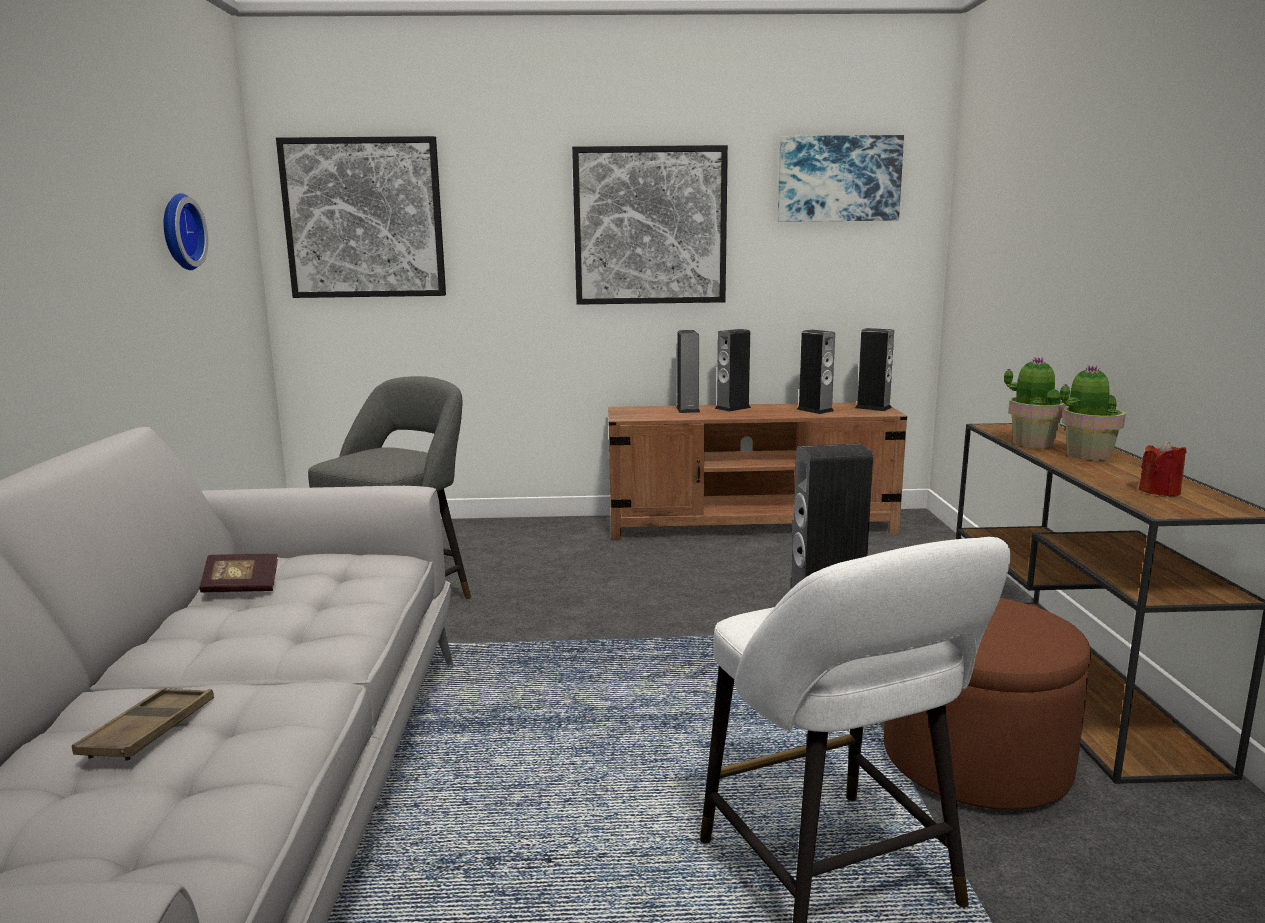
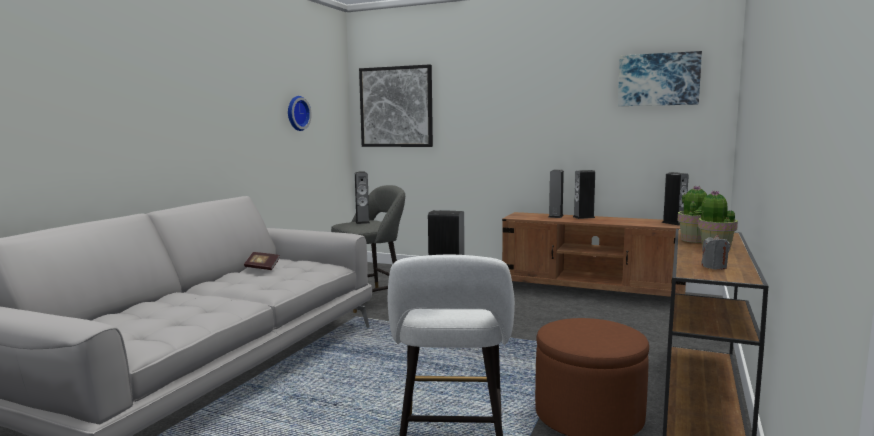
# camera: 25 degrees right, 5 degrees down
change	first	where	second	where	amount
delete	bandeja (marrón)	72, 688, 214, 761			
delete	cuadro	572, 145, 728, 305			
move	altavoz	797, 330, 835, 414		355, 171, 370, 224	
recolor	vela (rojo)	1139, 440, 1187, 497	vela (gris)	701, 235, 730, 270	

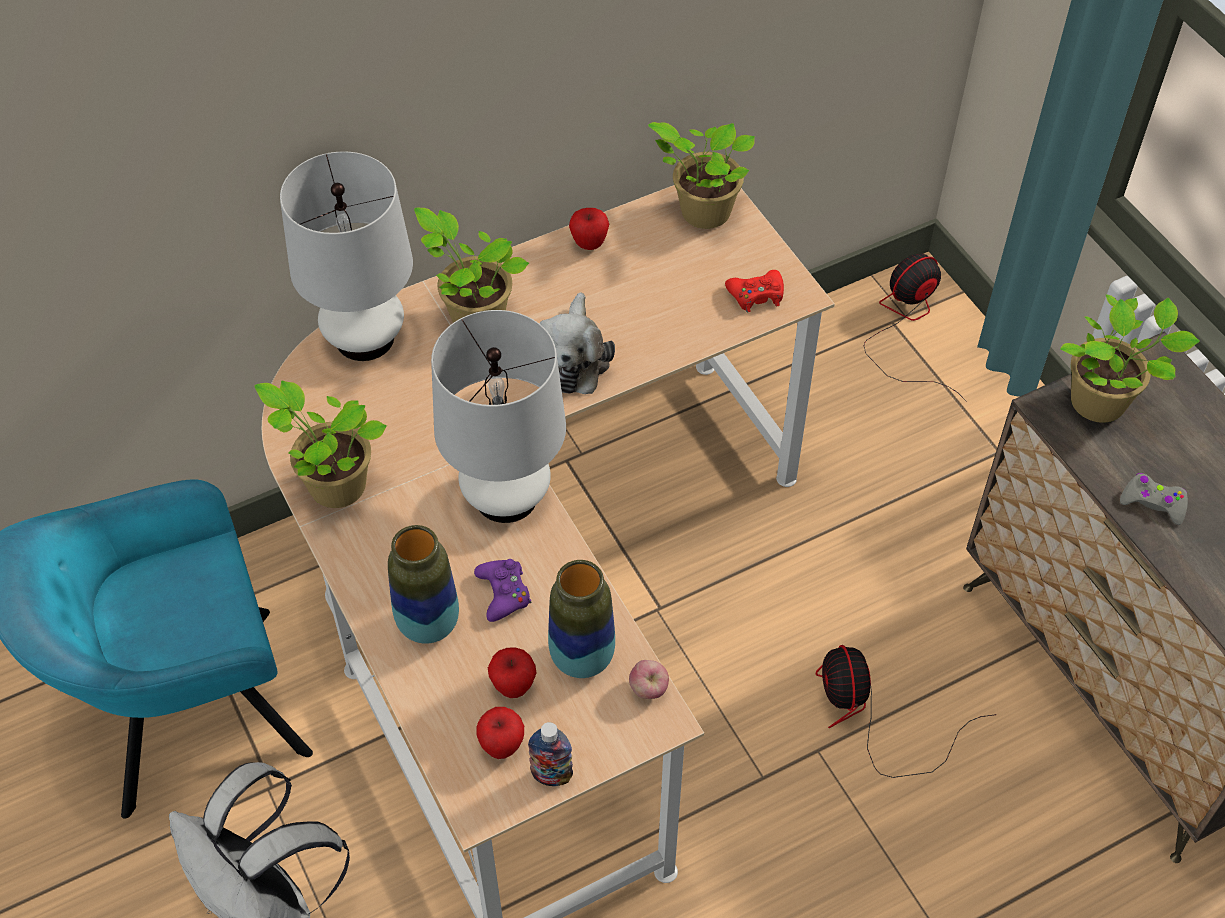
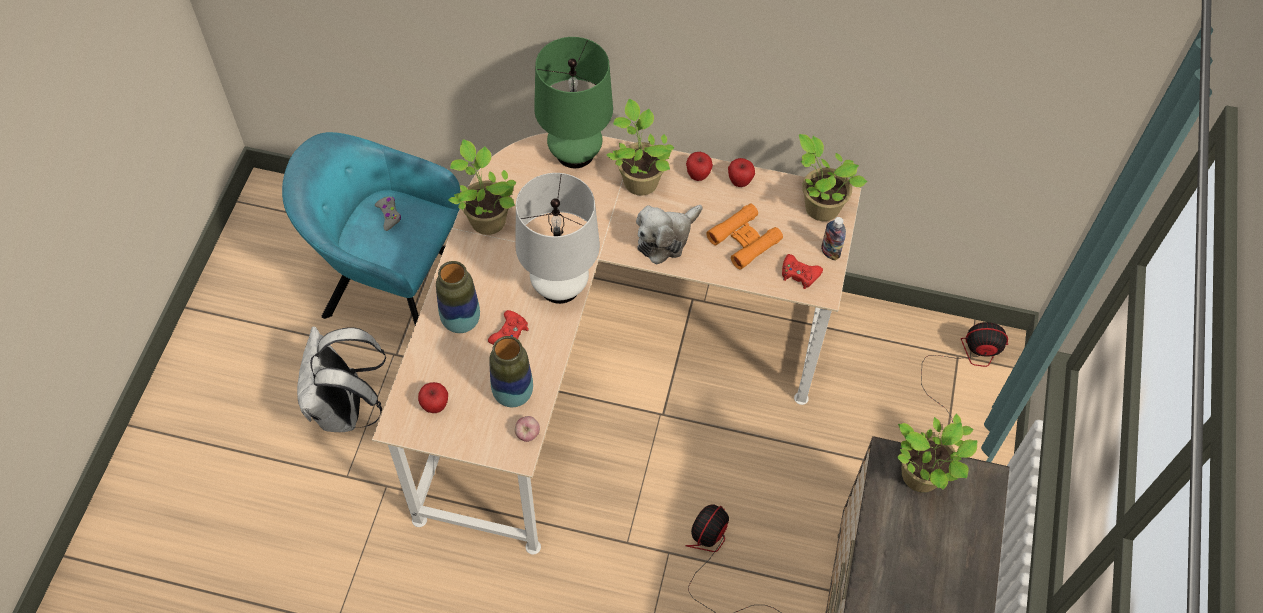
# camera: 40 degrees right, 5 degrees up
change	first	where	second	where	amount
insert			prismáticos (naranja)	706, 204, 783, 270	
move	manzana	488, 648, 537, 698		686, 152, 713, 181	
move	botella	528, 722, 573, 786		821, 217, 846, 261	
move	mando de consola (gris)	1120, 473, 1188, 525		375, 196, 401, 231	
recolor	lámpara de mesa (blanco)	280, 152, 413, 361	lámpara de mesa (verde)	534, 37, 613, 168	
recolor	mando de consola (morado)	474, 559, 531, 622	mando de consola (rojo)	488, 310, 529, 345	

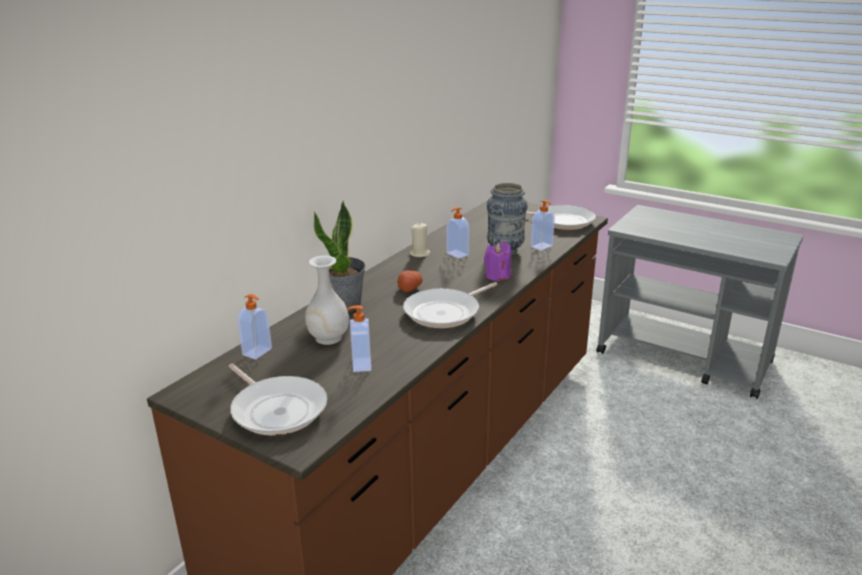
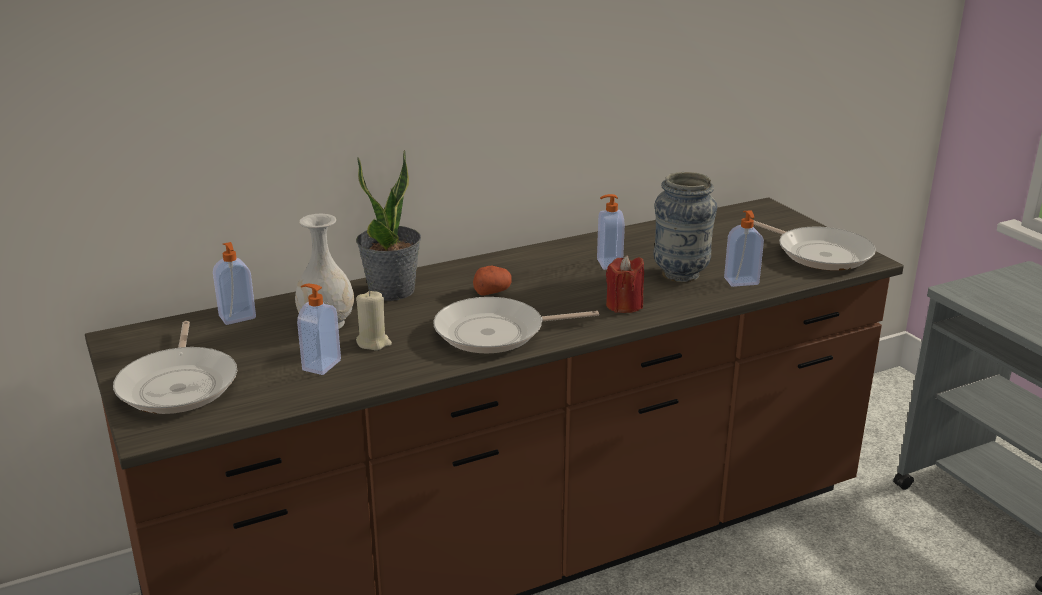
# camera: 30 degrees right, 0 degrees up
change	first	where	second	where	amount
move	vela (beis)	410, 223, 431, 257		356, 291, 392, 350	
recolor	vela (morado)	484, 242, 511, 281	vela (rojo)	606, 255, 644, 313	

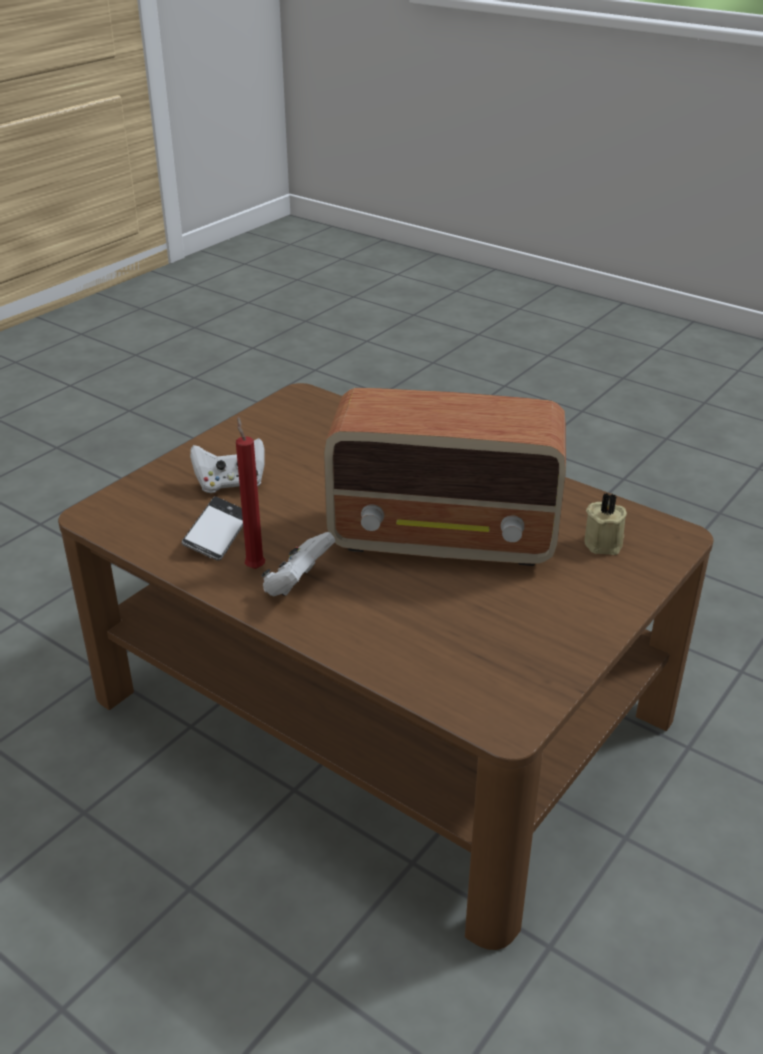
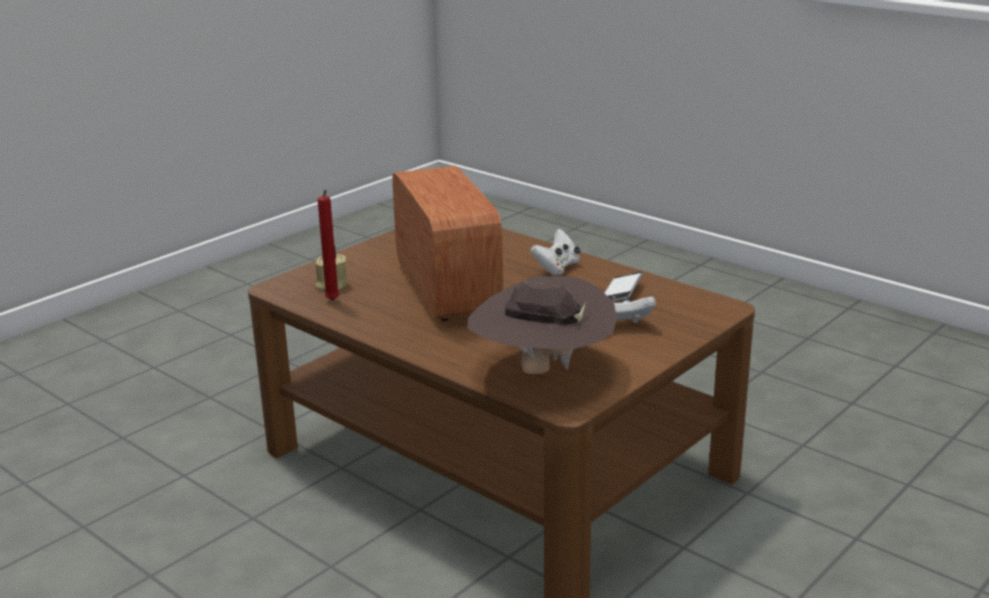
# camera: 175 degrees left, 10 degrees down
change	first	where	second	where	amount
insert			sombrero (marrón)	468, 276, 617, 374	
move	vela (rojo)	236, 417, 265, 569		317, 190, 340, 301	
rotate	radio	324, 388, 566, 566		392, 166, 503, 322	60 degrees clockwise

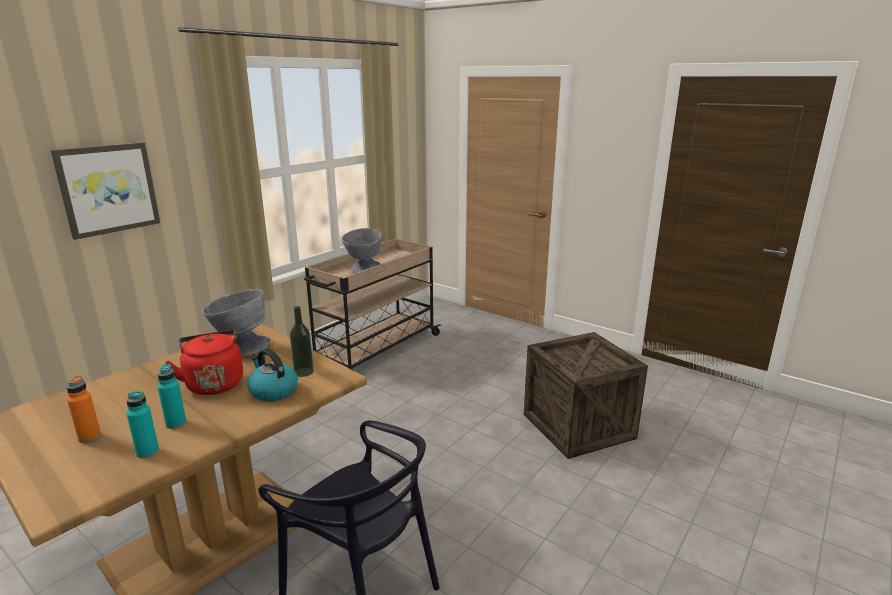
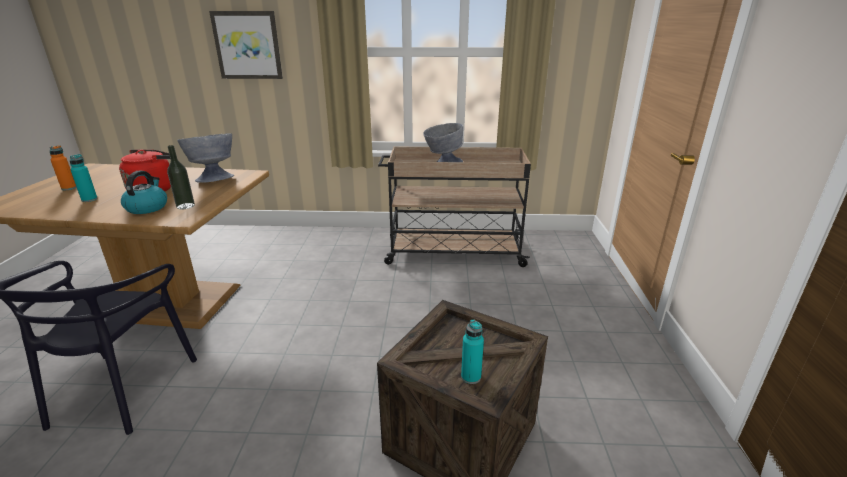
# camera: 55 degrees right, 5 degrees up
change	first	where	second	where	amount
move	botella (turquesa)	126, 391, 159, 459		461, 319, 484, 384	

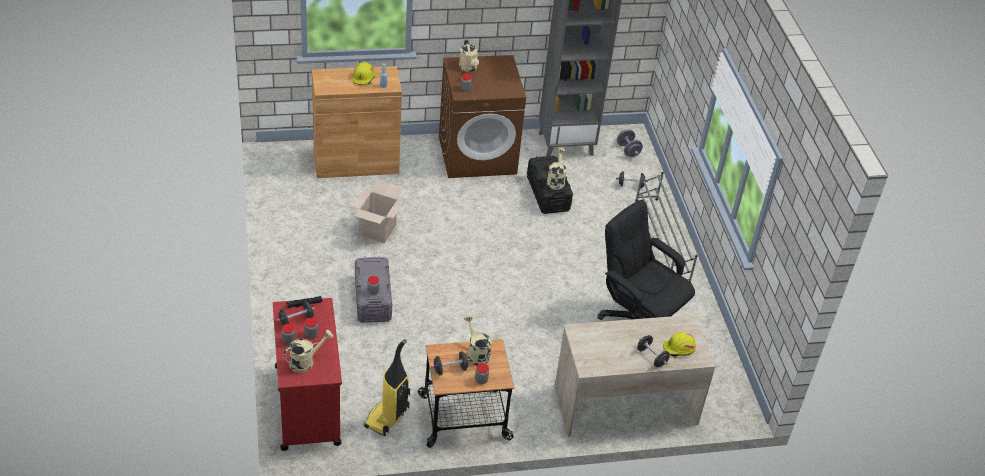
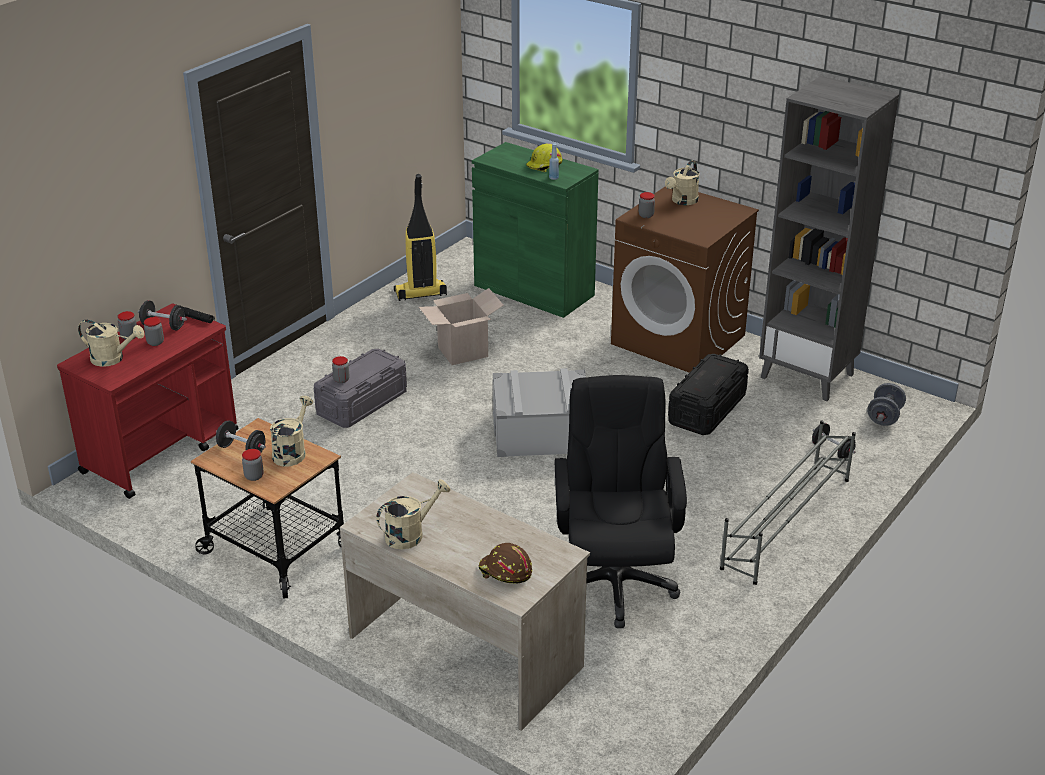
# camera: 50 degrees right, 10 degrees down
change	first	where	second	where	amount
delete	mancuerna (negro)	637, 335, 670, 367			
insert			caja de almacenaje (gris)	493, 368, 586, 457	
move	aspiradora	364, 339, 410, 436		394, 174, 447, 301	
move	regadera (beis)	547, 148, 567, 190		376, 479, 450, 549	
recolor	armario (marrón)	312, 66, 402, 178	armario (verde)	472, 142, 599, 318	
recolor	casco (amarillo)	663, 332, 696, 358	casco (marrón)	479, 543, 532, 583	

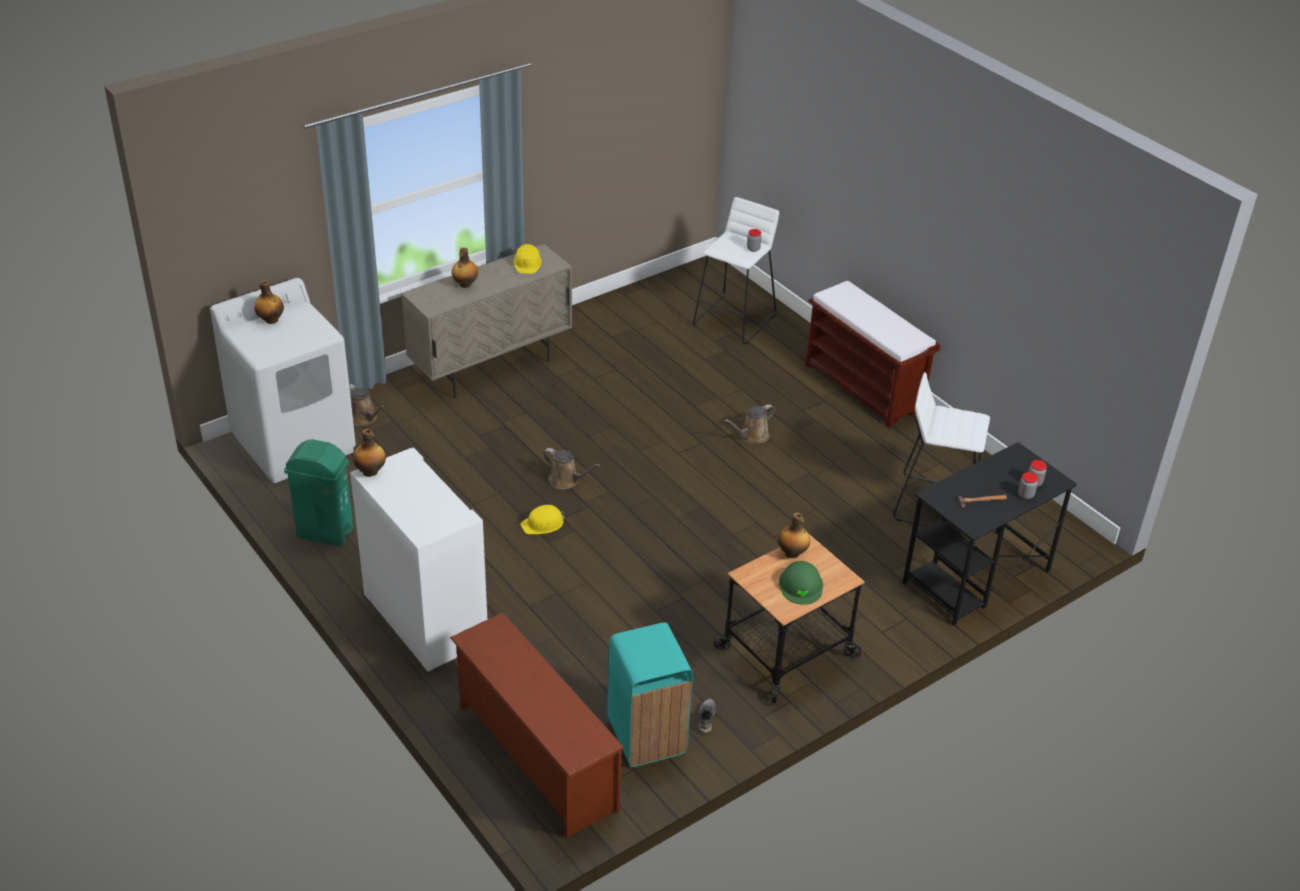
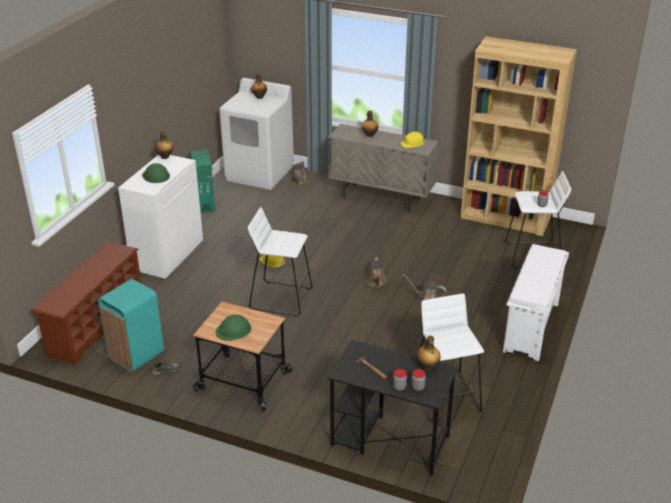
# camera: 60 degrees right, 5 degrees down
change	first	where	second	where	amount
insert			casco (verde)	142, 163, 170, 183	
insert			taburete (blanco)	248, 207, 313, 316	
insert			estantería (marrón)	461, 36, 577, 236	
move	regadera (marrón)	543, 448, 601, 489		366, 257, 386, 287	
move	botella	778, 513, 810, 558		416, 335, 440, 370	
recolor	banco (marrón)	805, 281, 940, 428	banco (blanco)	503, 244, 569, 361	

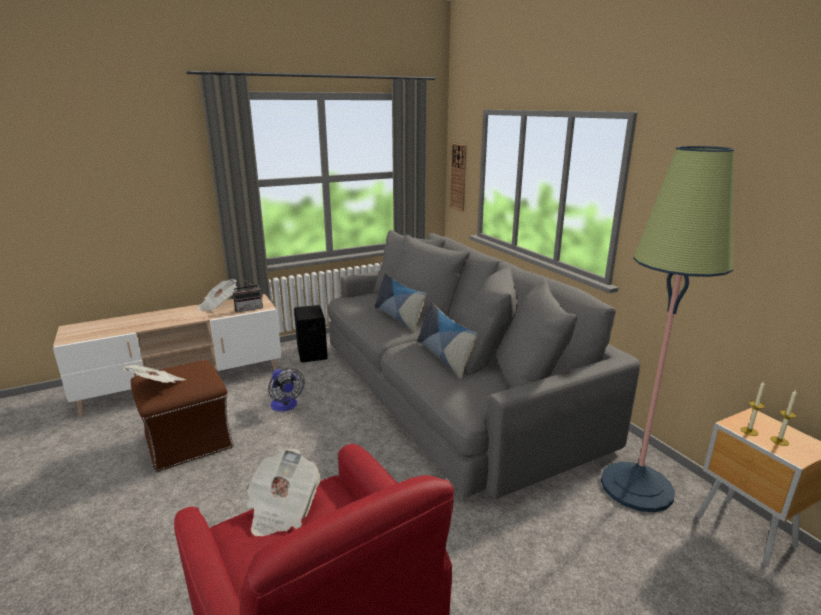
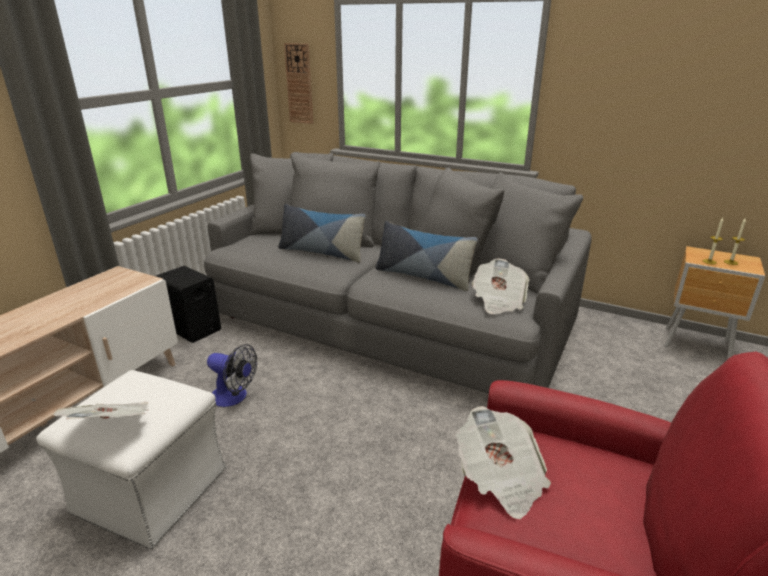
# camera: 35 degrees left, 5 degrees up
change	first	where	second	where	amount
delete	radio	233, 278, 263, 312			
delete	lámpara de pie	601, 146, 734, 512			
move	periódico	197, 279, 238, 311		472, 258, 530, 314	
recolor	puf (marrón)	131, 360, 234, 472	puf (blanco)	36, 370, 226, 550	

